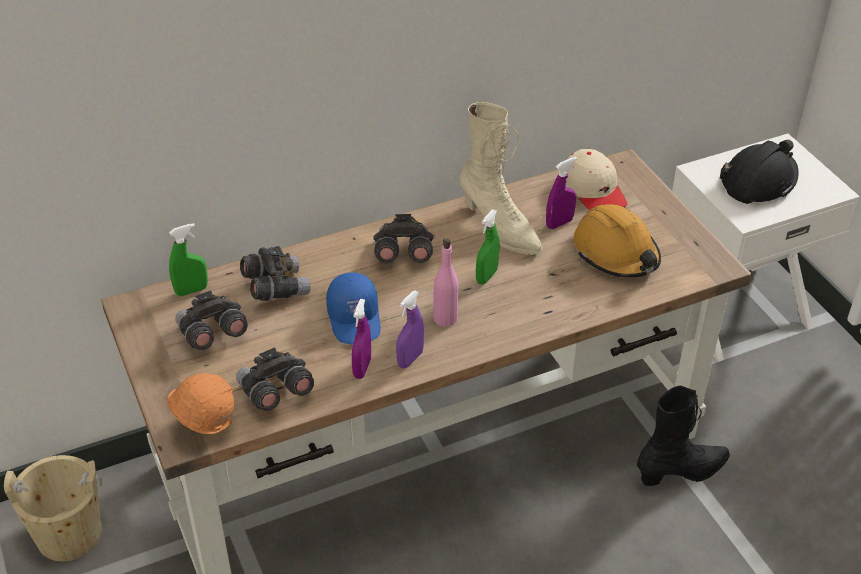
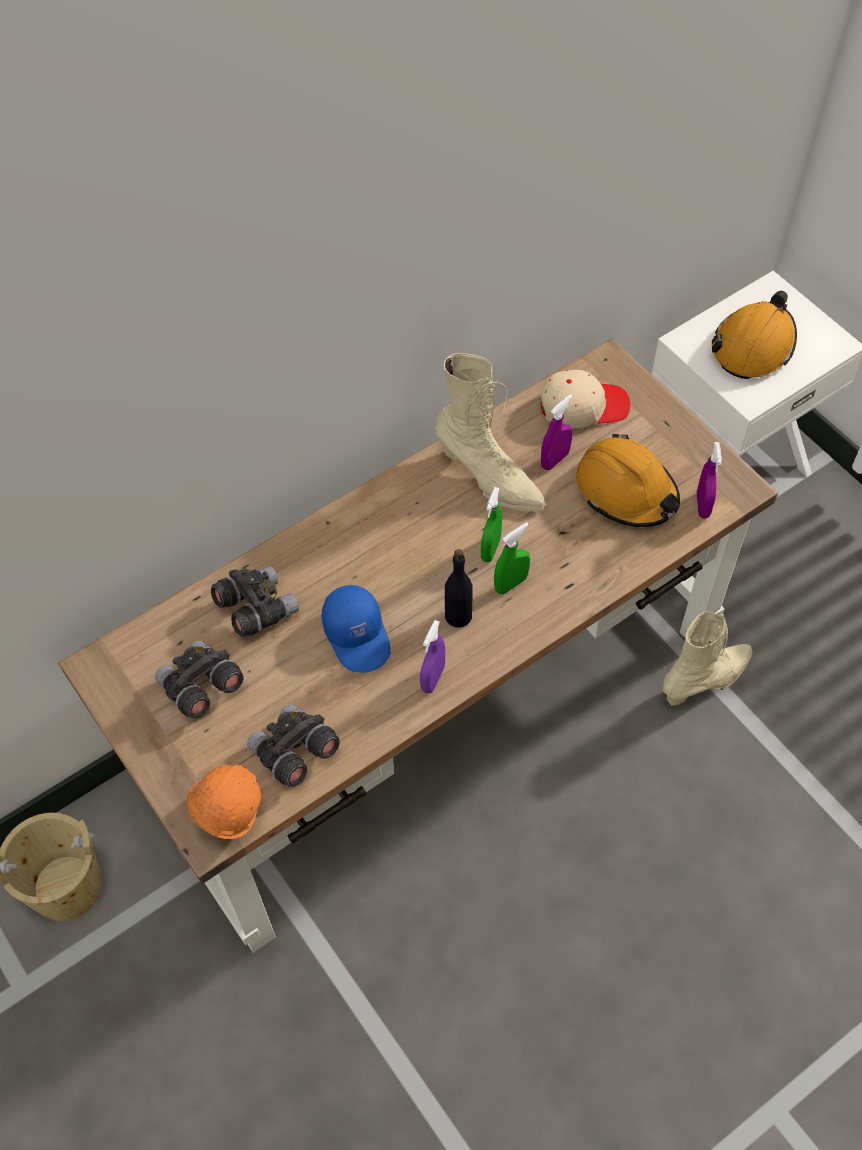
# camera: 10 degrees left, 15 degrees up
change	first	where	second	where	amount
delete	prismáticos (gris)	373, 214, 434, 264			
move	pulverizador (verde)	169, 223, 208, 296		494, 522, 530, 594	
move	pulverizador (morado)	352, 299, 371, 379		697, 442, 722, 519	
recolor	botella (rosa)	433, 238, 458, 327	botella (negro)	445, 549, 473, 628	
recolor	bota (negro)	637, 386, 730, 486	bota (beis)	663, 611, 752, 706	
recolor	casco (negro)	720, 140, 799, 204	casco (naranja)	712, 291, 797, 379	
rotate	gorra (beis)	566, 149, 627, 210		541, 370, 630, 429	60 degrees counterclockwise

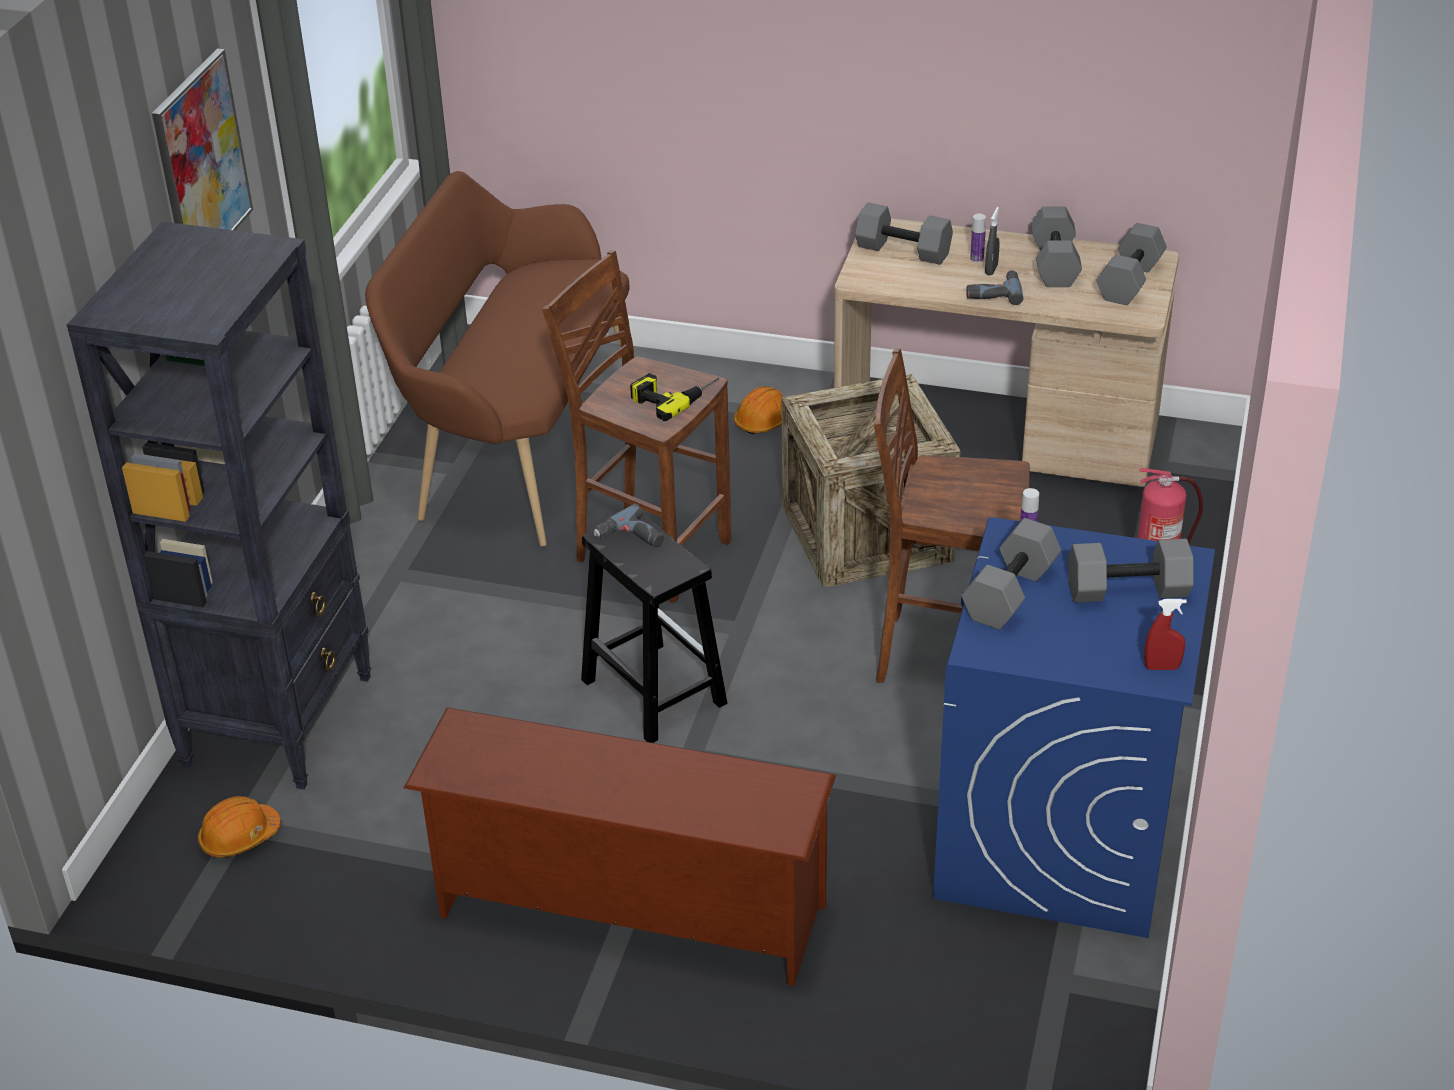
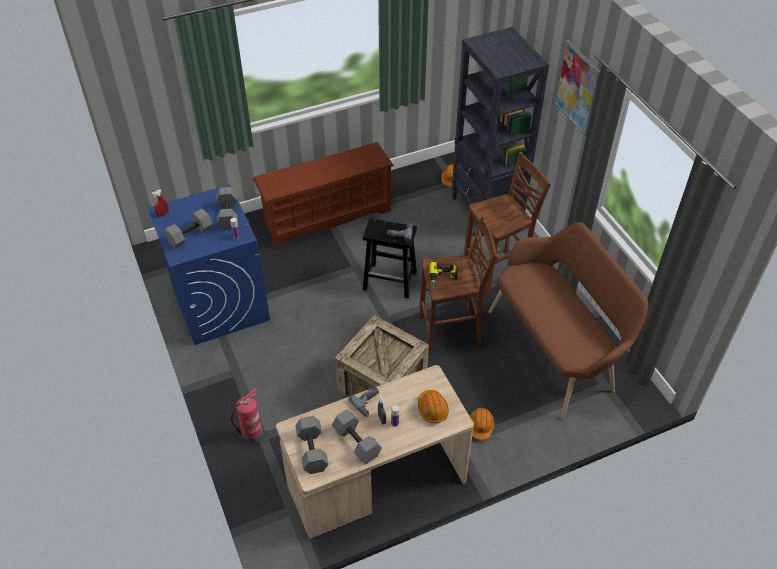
# camera: 140 degrees right, 10 degrees up
change	first	where	second	where	amount
move	taburete (marrón)	874, 348, 1030, 683		464, 152, 551, 295	
replace	mancuerna (gris)	855, 202, 953, 265	casco (naranja)	418, 390, 449, 423	

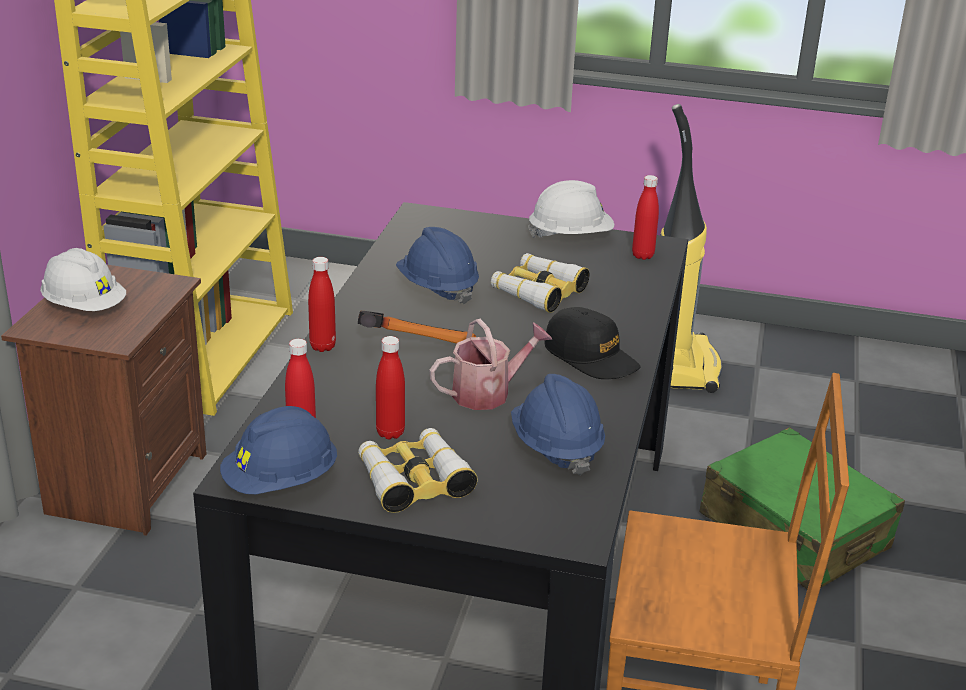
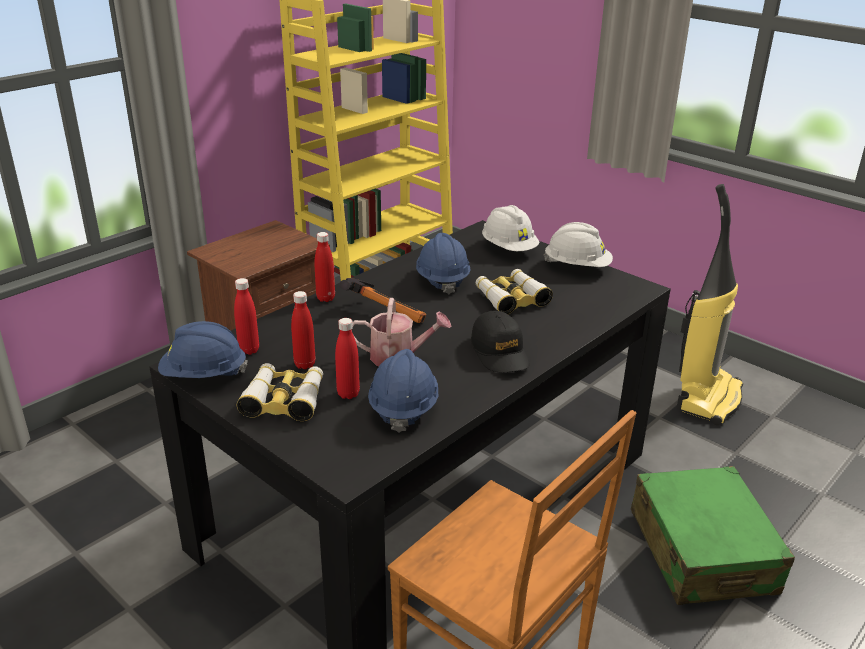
# camera: 30 degrees right, 0 degrees up
change	first	where	second	where	amount
move	casco (blanco)	40, 248, 126, 311		482, 205, 539, 251	
move	botella (rojo)	632, 175, 659, 260		335, 318, 360, 399	

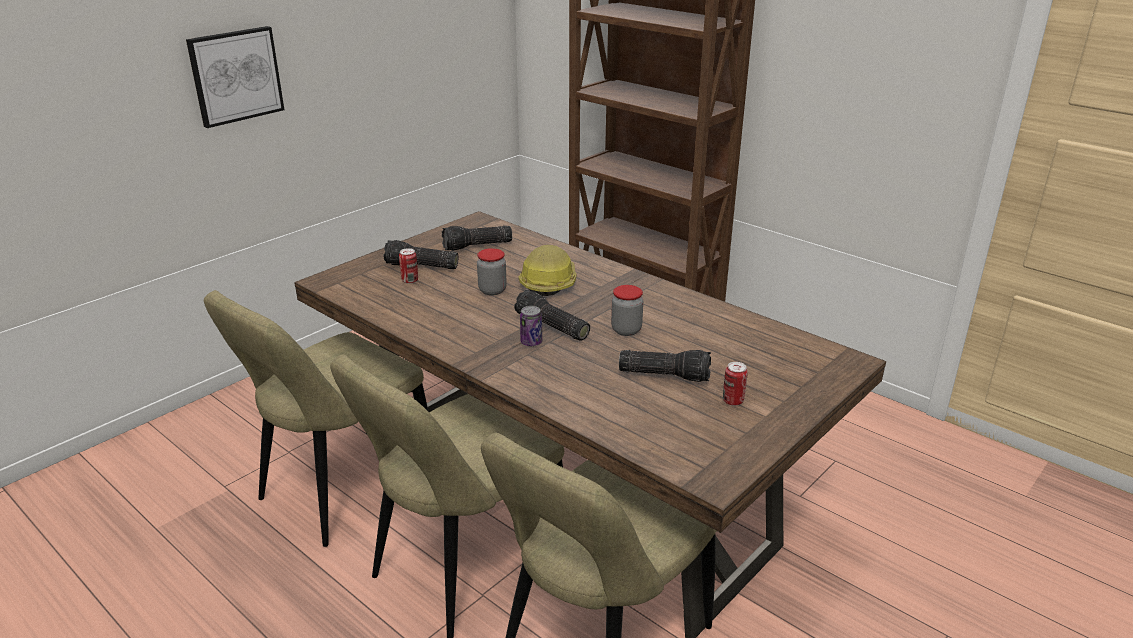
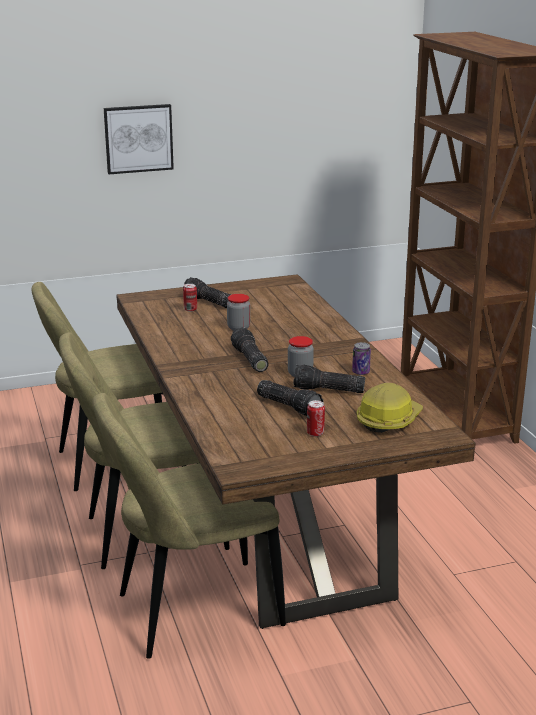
# camera: 30 degrees right, 5 degrees down
change	first	where	second	where	amount
move	linterna	442, 225, 512, 251		293, 365, 365, 393	
move	casco	518, 245, 576, 296		357, 383, 423, 433	
move	lata	520, 306, 542, 346		352, 342, 371, 375	

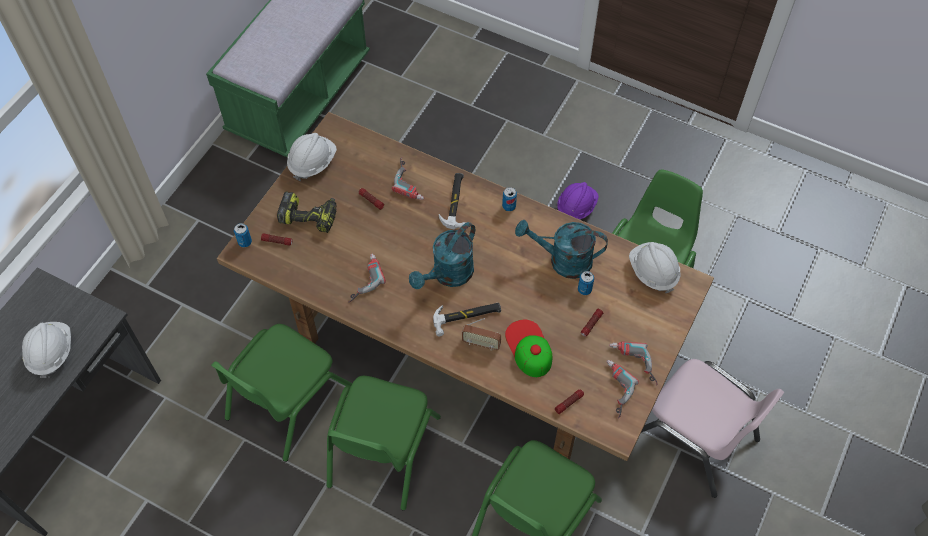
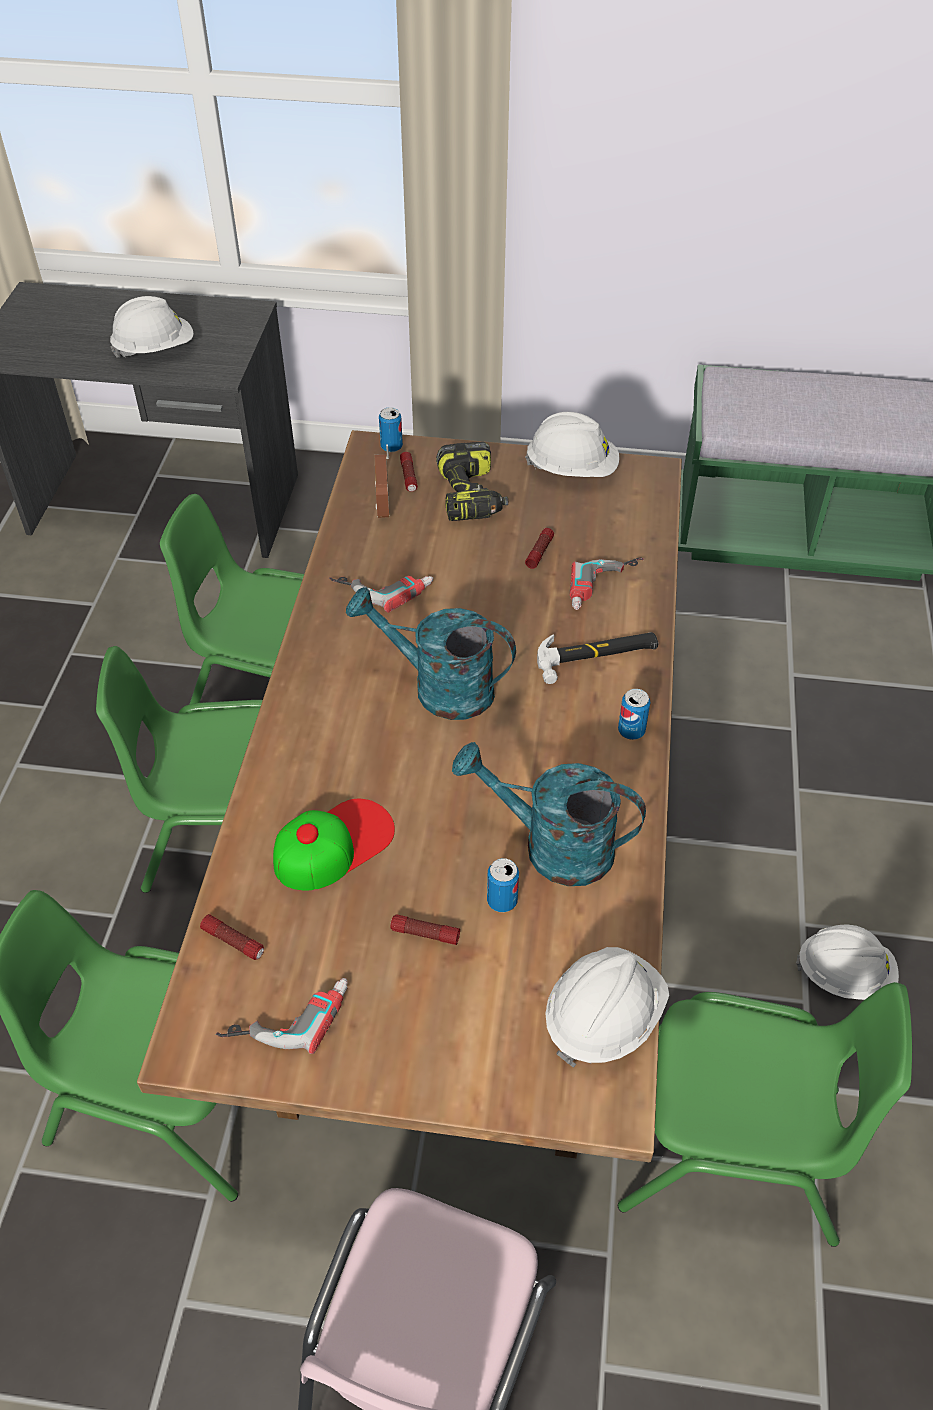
# camera: 70 degrees right, 10 degrees down
change	first	where	second	where	amount
delete	martillo	433, 303, 501, 336			
delete	taladro	609, 342, 658, 385			
move	radio	462, 318, 501, 351		375, 444, 390, 518	
recolor	casco (morado)	557, 182, 599, 220	casco (blanco)	796, 924, 899, 1000	
rotate	regadera (turquesa)	515, 220, 608, 279		452, 742, 646, 886	60 degrees counterclockwise

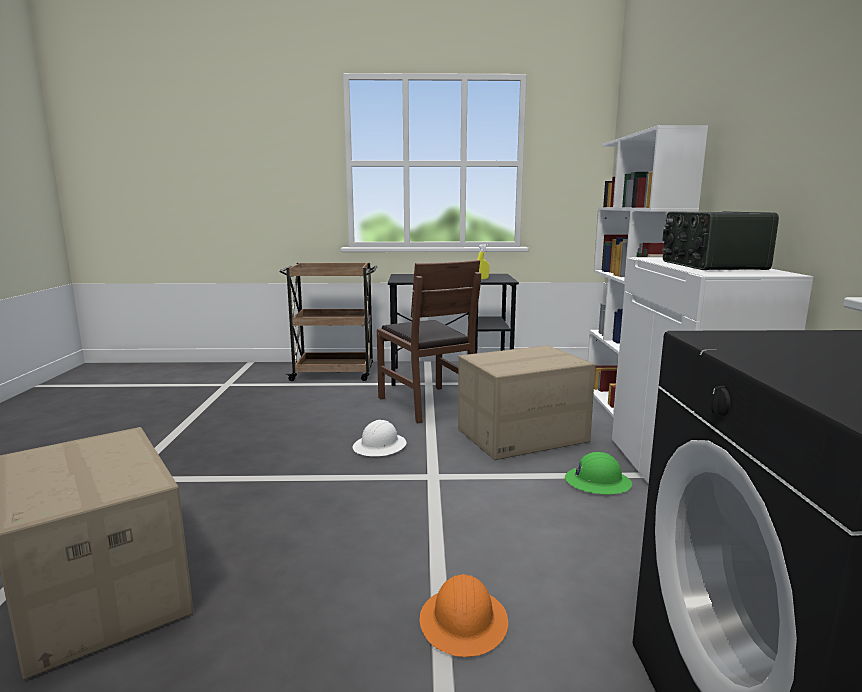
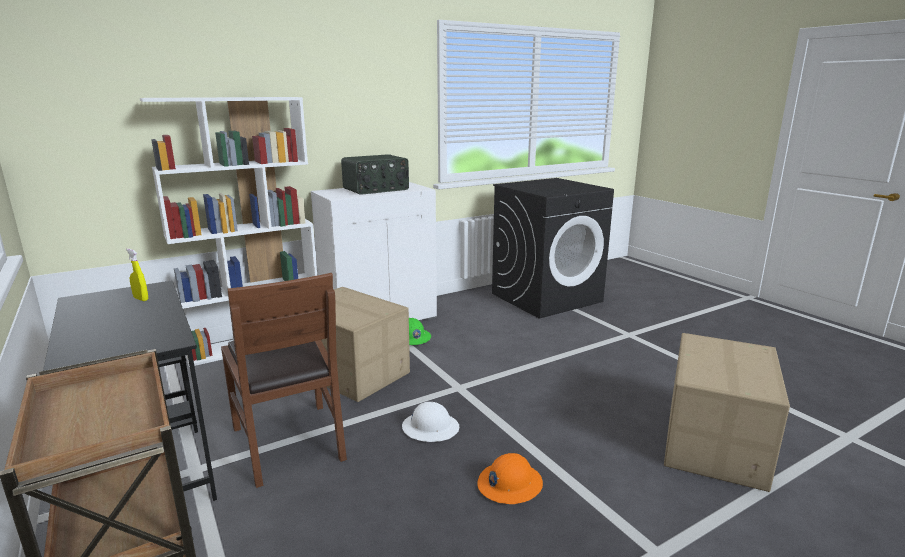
# camera: 120 degrees left, 5 degrees up
change	first	where	second	where	amount
move	casco (naranja)	420, 574, 508, 657		477, 453, 543, 504	
rotate	silla (marrón)	377, 260, 481, 423		221, 273, 347, 488	120 degrees clockwise

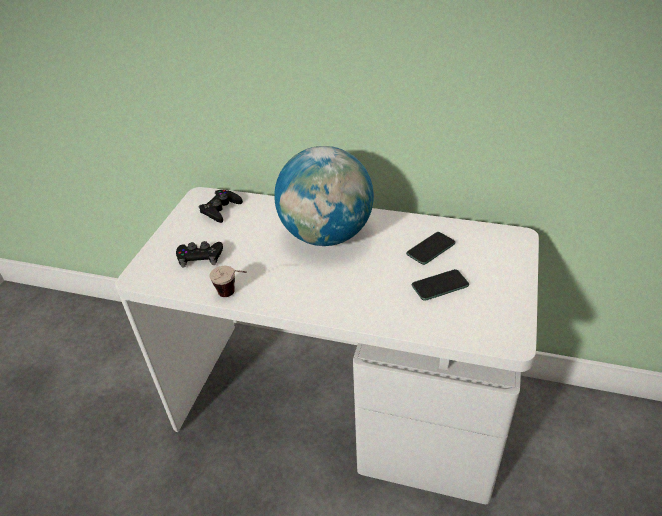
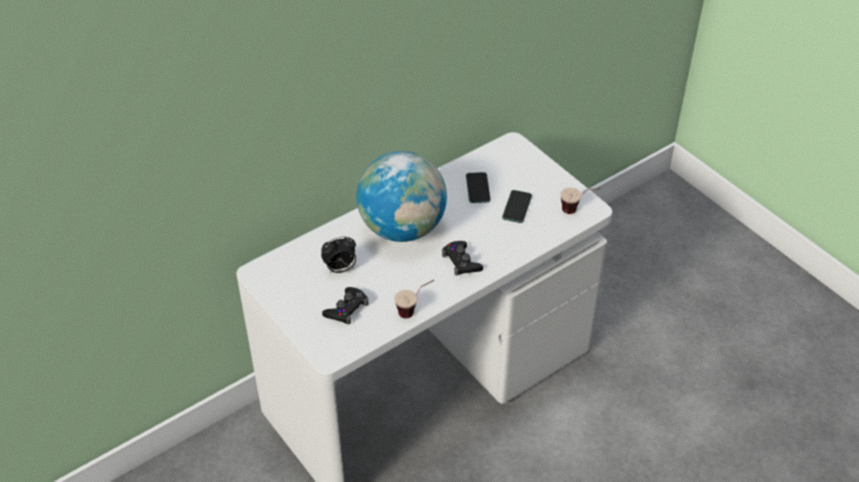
# camera: 55 degrees left, 5 degrees up
change	first	where	second	where	amount
insert			despertador	321, 236, 356, 273	
insert			taza	560, 188, 600, 214	
move	mando de consola (negro)	199, 190, 243, 223		442, 241, 483, 276	

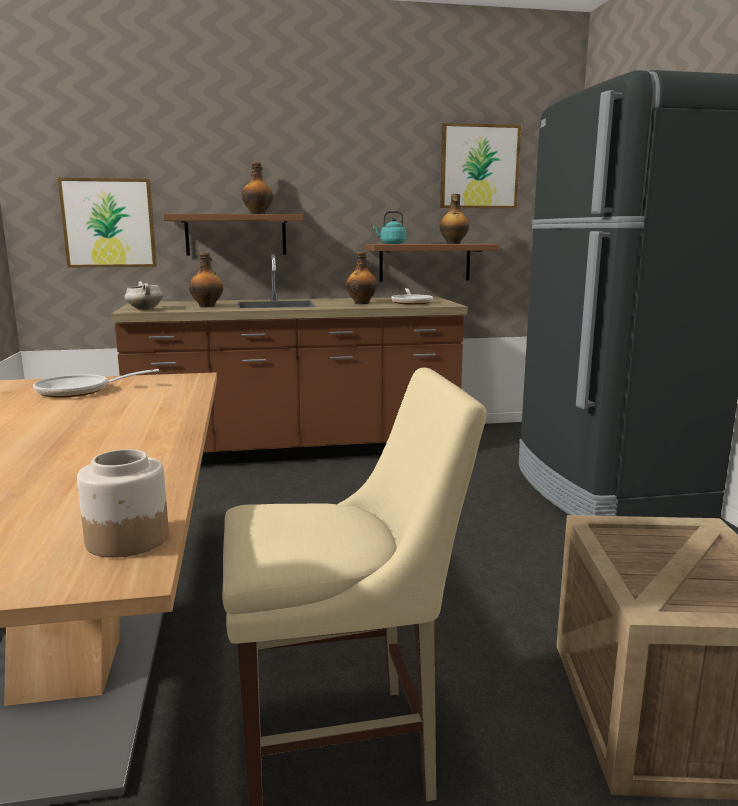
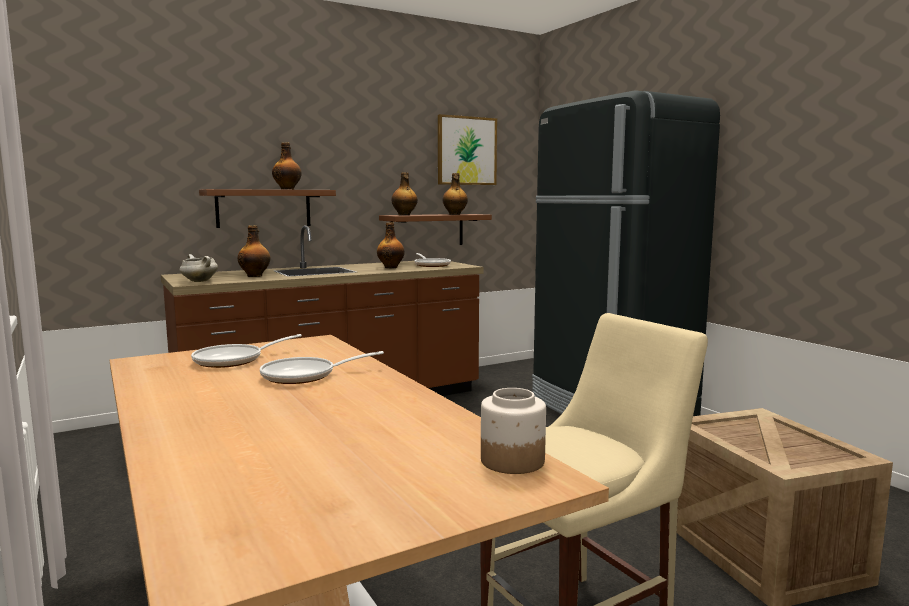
# camera: 20 degrees left, 5 degrees down
change	first	where	second	where	amount
delete	cuadro	58, 178, 157, 267			
insert			sartén	260, 351, 384, 384	
replace	hervidor (turquesa)	373, 211, 406, 244	botella	391, 172, 418, 215	

